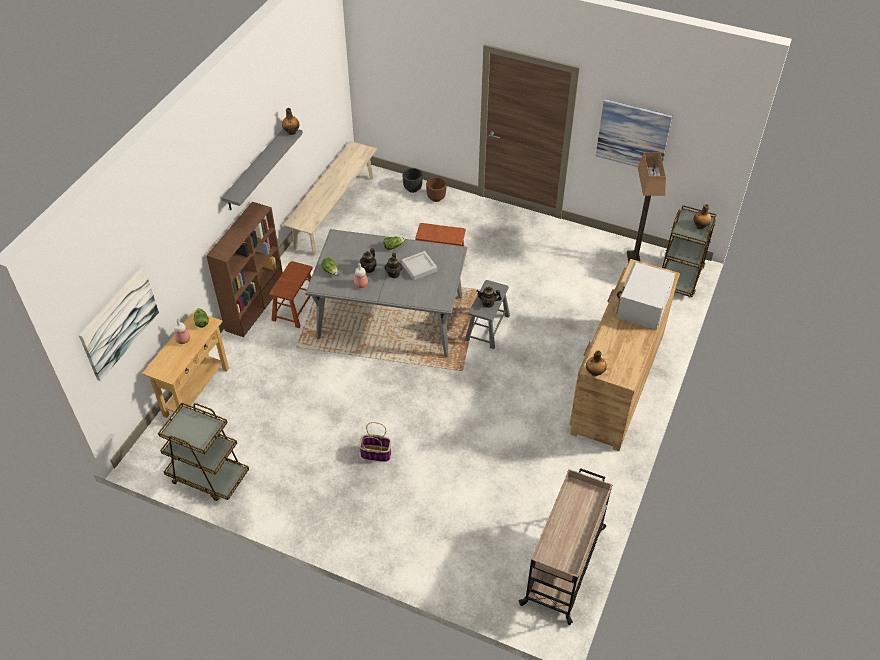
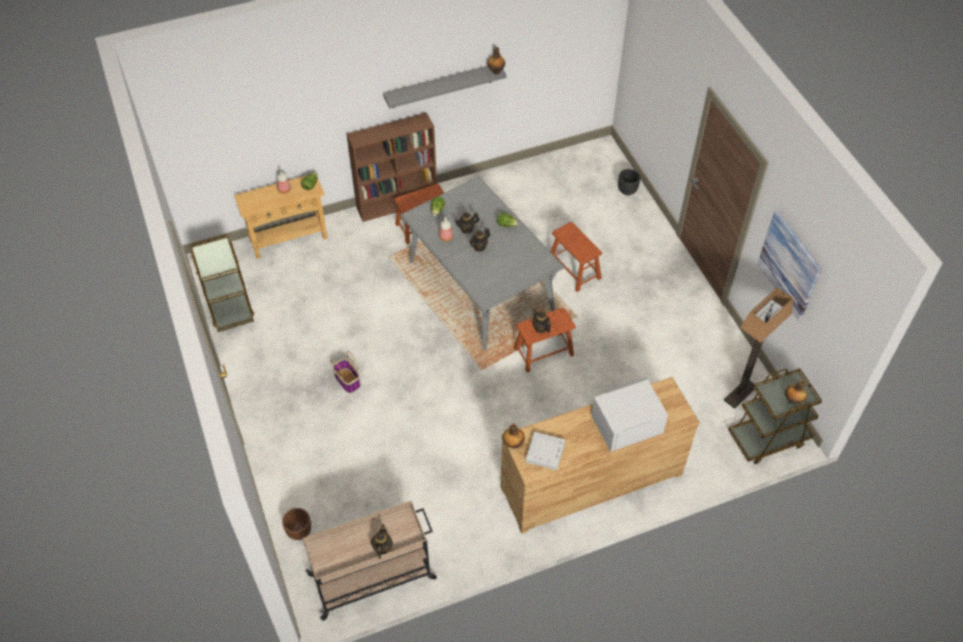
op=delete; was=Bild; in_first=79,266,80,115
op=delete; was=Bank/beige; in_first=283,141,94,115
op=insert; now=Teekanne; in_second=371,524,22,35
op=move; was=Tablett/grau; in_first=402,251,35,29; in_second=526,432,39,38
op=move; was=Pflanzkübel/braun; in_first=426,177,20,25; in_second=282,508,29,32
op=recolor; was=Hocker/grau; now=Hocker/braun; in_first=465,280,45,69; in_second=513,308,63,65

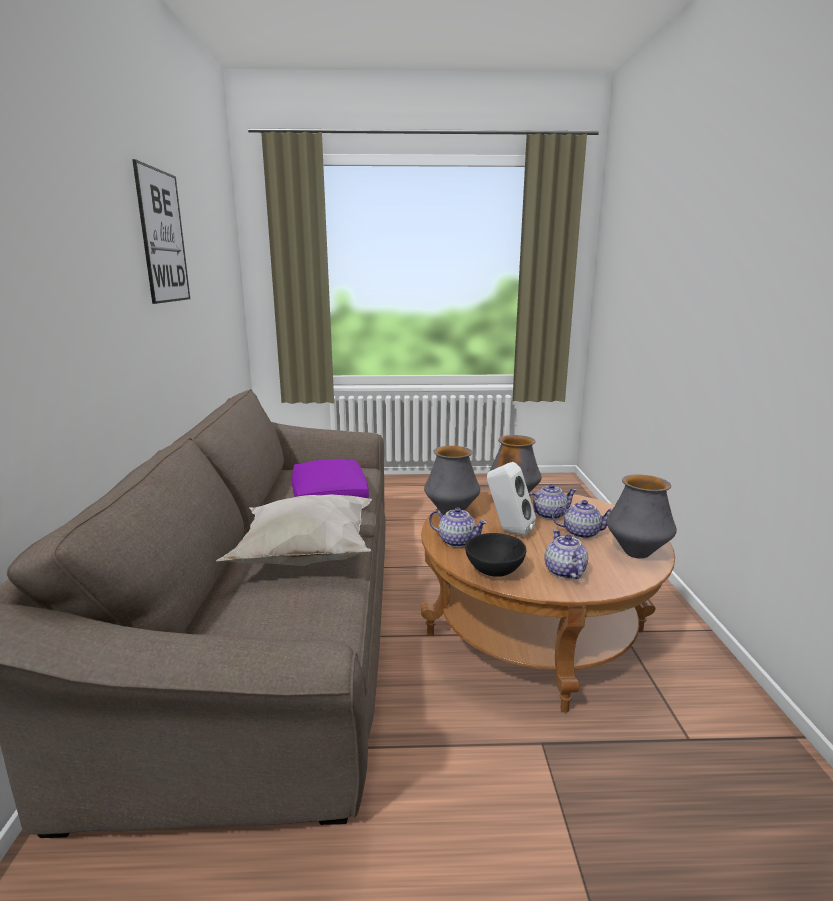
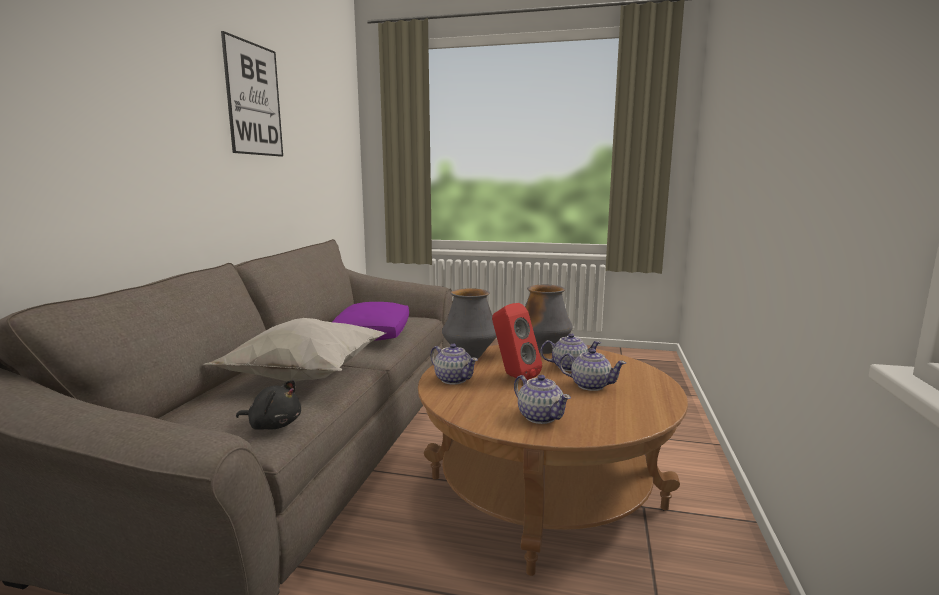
op=delete; was=Schüssel/schwarz; in_first=465,533,61,44
op=delete; was=Vase; in_first=606,475,71,84
op=insert; now=Plüschtier/schwarz; in_second=236,380,65,50
op=recolor; was=Lautsprecher/weiß; now=Lautsprecher/rot; in_first=487,462,49,74; in_second=492,303,50,77
op=rotate; was=Teekanne; in_first=544,529,44,50; in_second=514,375,57,49; clockwise=135

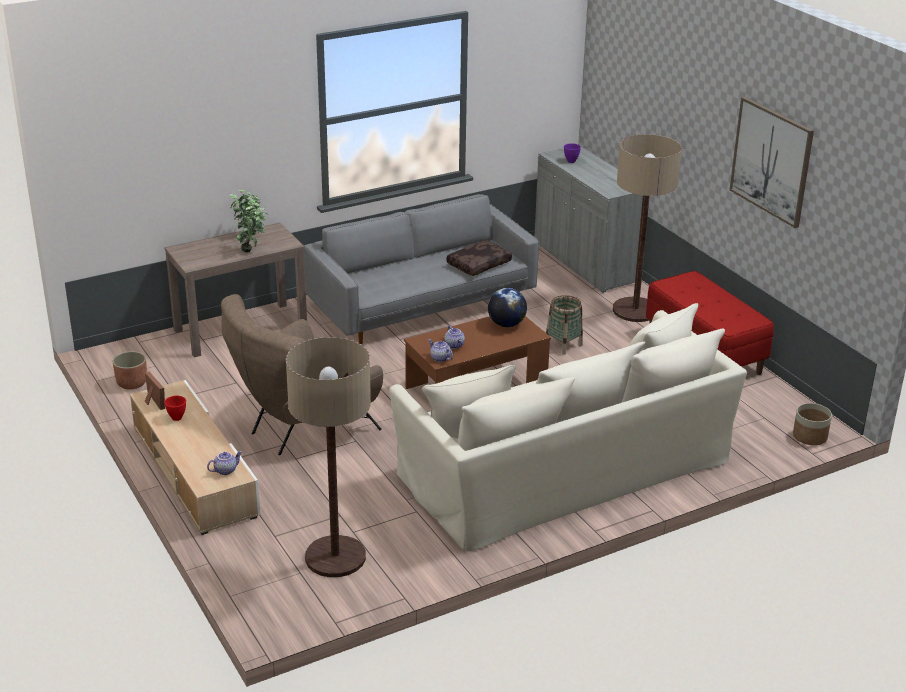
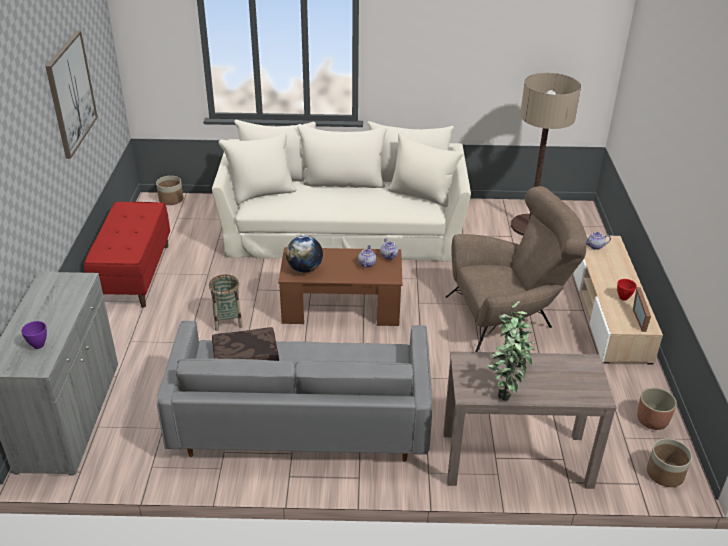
op=delete; was=Stehlampe; in_first=613,134,69,188
op=insert; now=Pflanzkübel; in_second=647,438,45,49

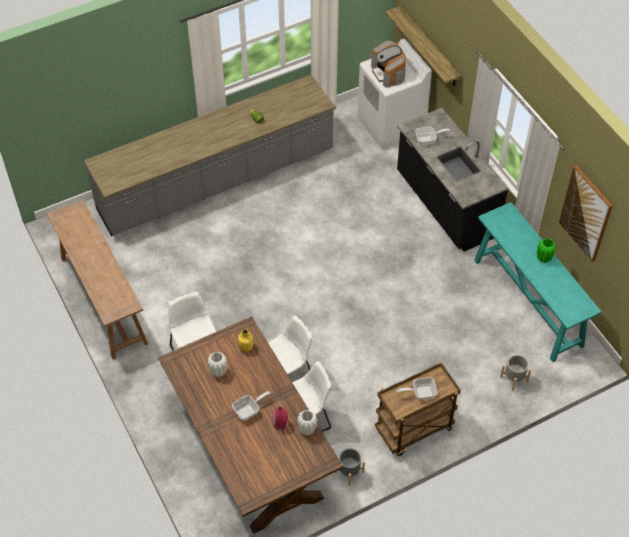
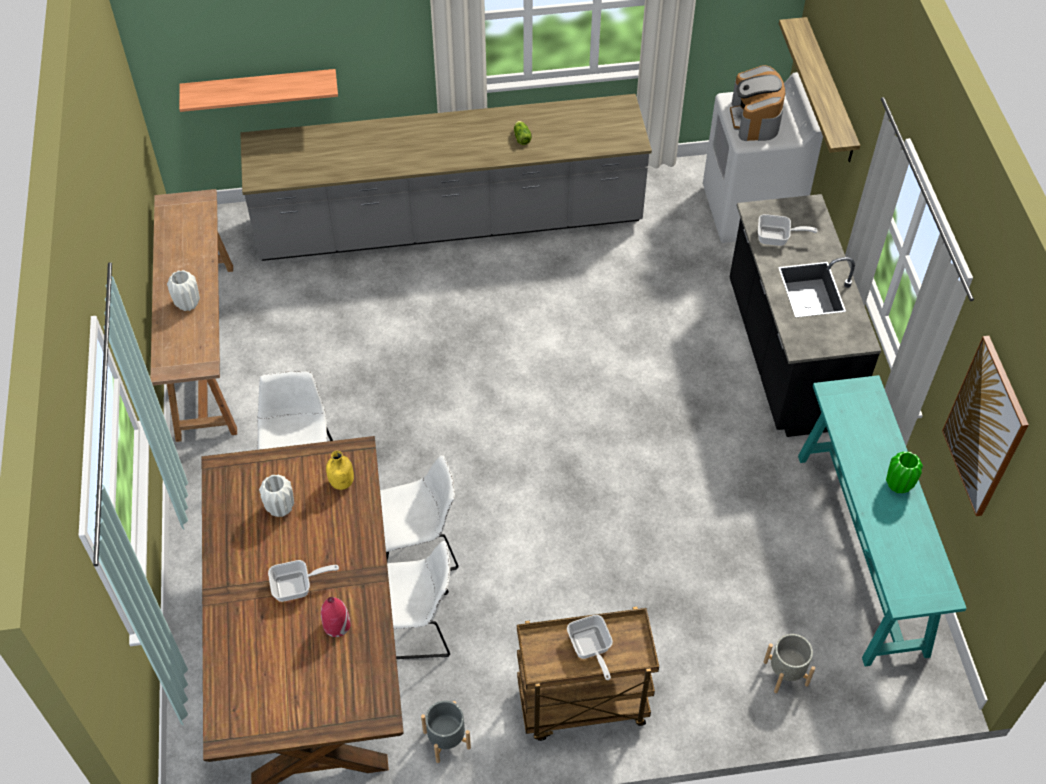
op=insert; now=Wandregal; in_second=179,69,159,43
op=move; was=Vase/weiß; in_first=297,410,20,25; in_second=167,270,33,41
op=rotate; was=Pfanne; in_first=397,377,40,23; in_second=567,615,46,65; clockwise=-120

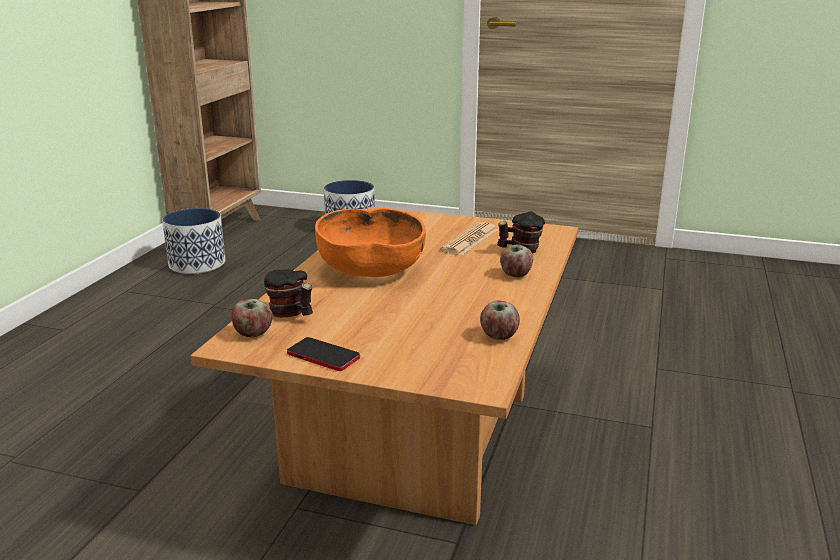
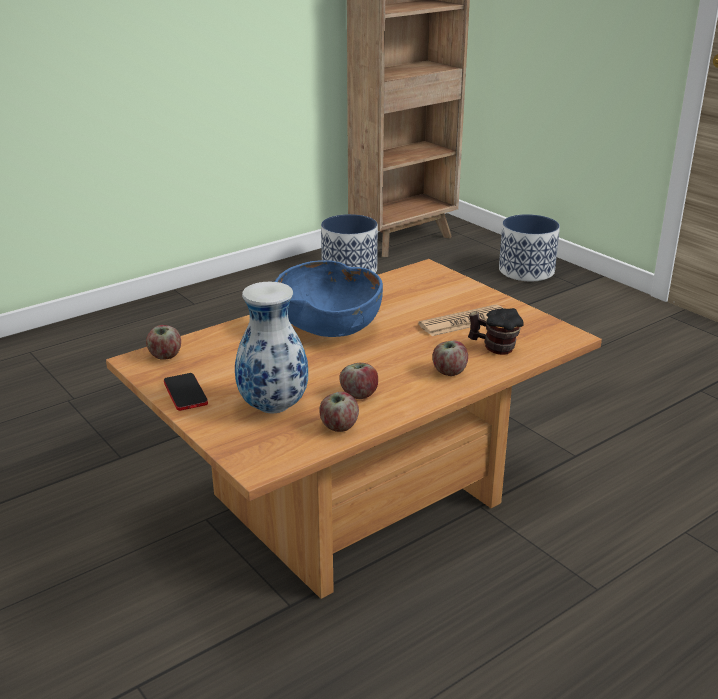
op=delete; was=Henkelbecher; in_first=264,269,49,49
op=insert; now=Vase; in_second=235,282,73,131
op=insert; now=Apfel; in_second=339,363,39,36
op=recolor; was=Schüssel/orange; now=Schüssel/blau; in_first=315,208,111,69; in_second=275,260,108,77

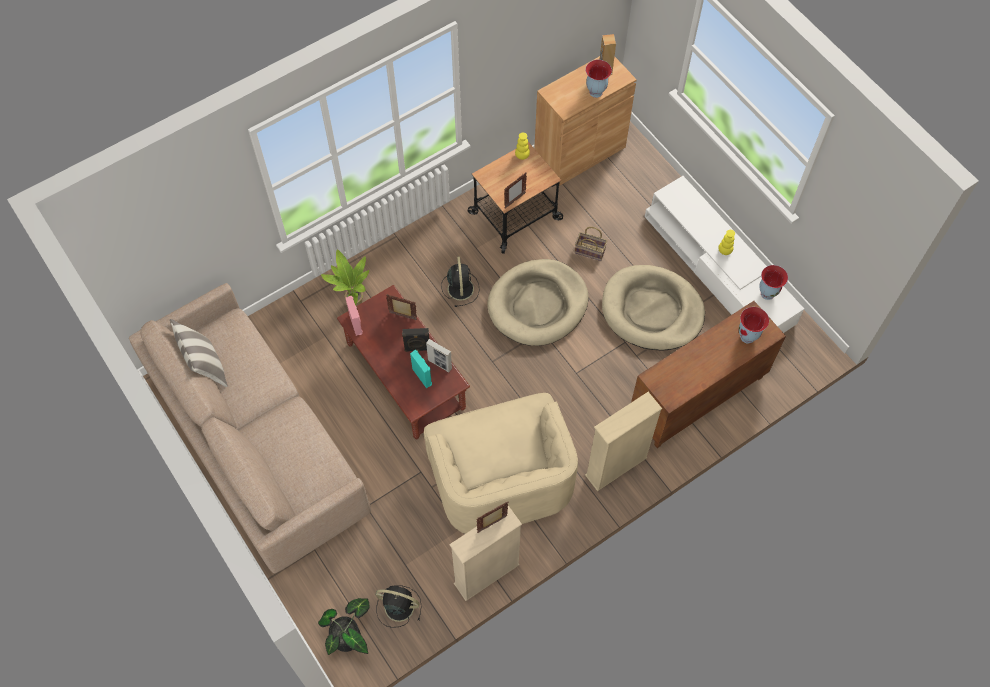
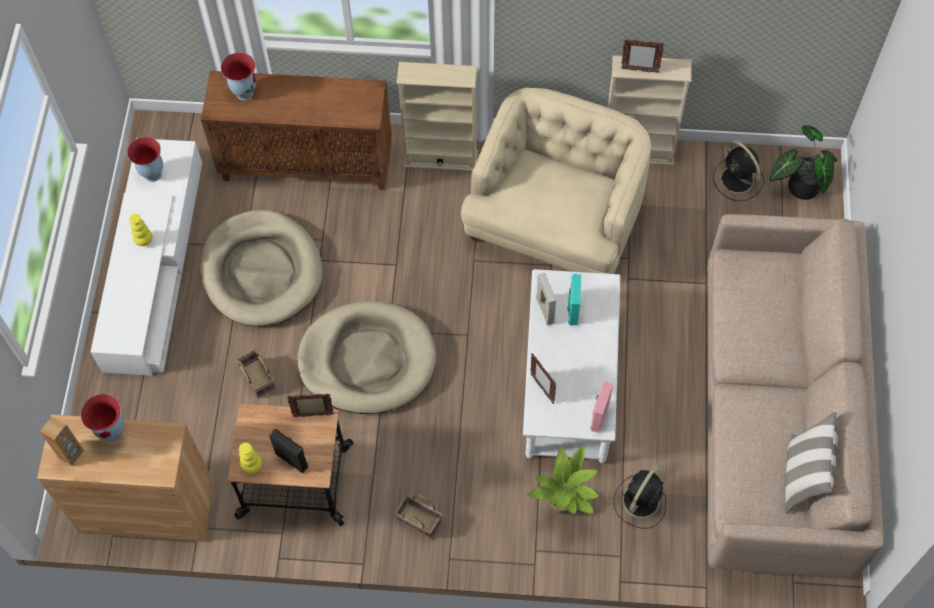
op=insert; now=Korb; in_second=395,494,47,45
op=move; was=Lautsprecher/schwarz; in_first=402,328,27,24; in_second=269,429,39,44
op=move; was=Ventilator/schwarz; in_first=441,257,38,50; in_second=613,463,53,66
op=recolor; was=Couchtisch/braun; now=Couchtisch/weiß; in_first=337,285,133,155; in_second=523,269,98,194

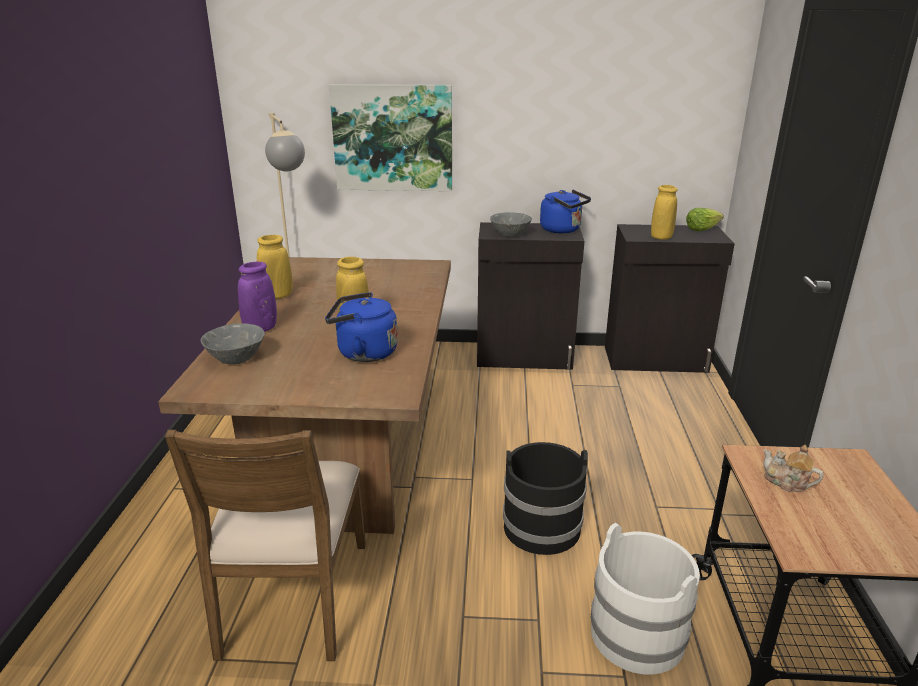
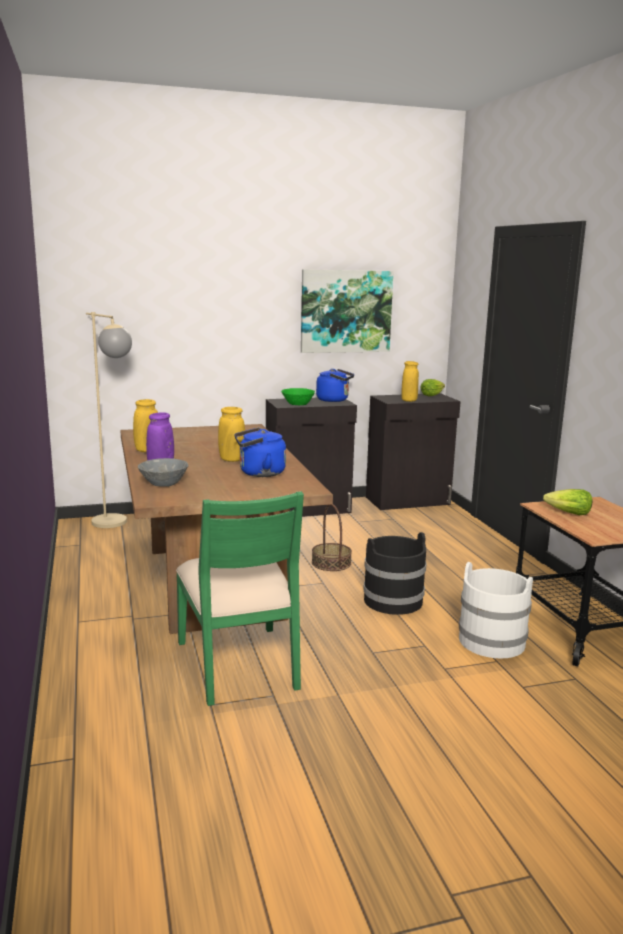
op=insert; now=Korb; in_second=312,504,40,67
op=move; was=Bild; in_first=329,84,123,107; in_second=301,269,93,84
op=replace; was=Teekanne; now=Salatkopf; in_first=763,445,60,47; in_second=543,489,49,26
op=recolor; was=Stuhl/braun; now=Stuhl/grün; in_first=165,430,201,231; in_second=176,491,128,215
op=recolor; was=Schüssel/grau; now=Schüssel/grün; in_first=490,212,42,25; in_second=281,388,34,17

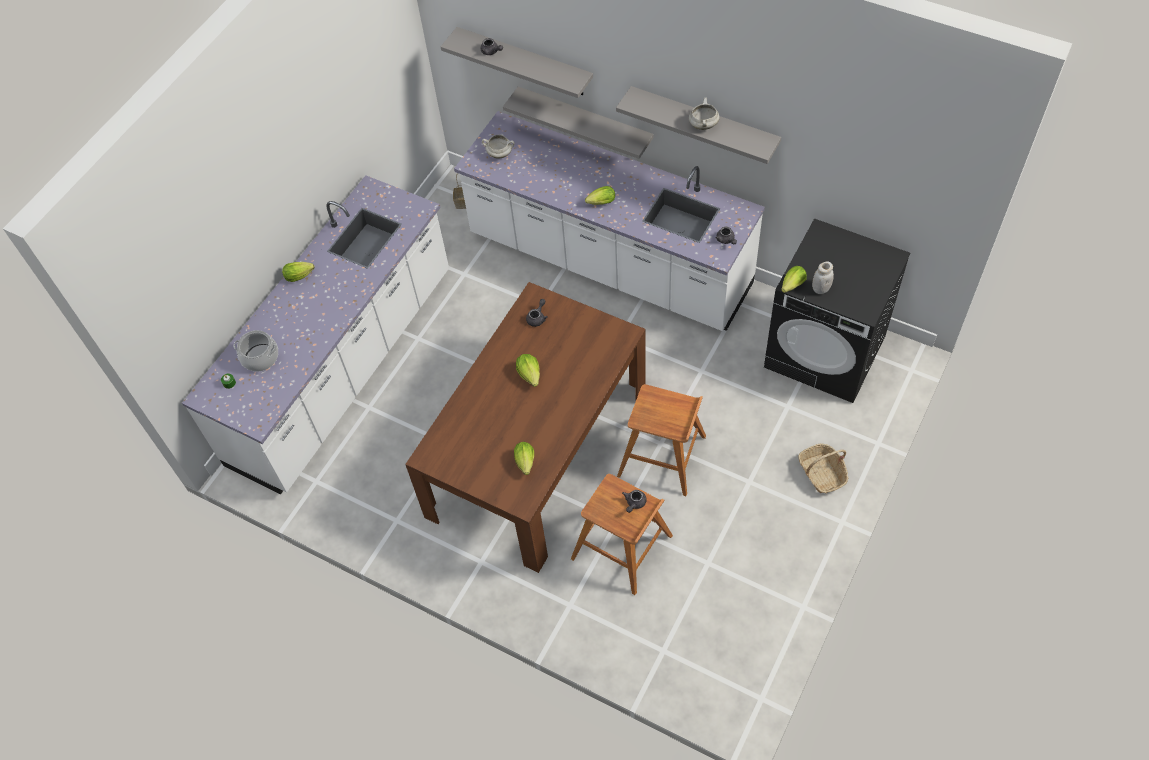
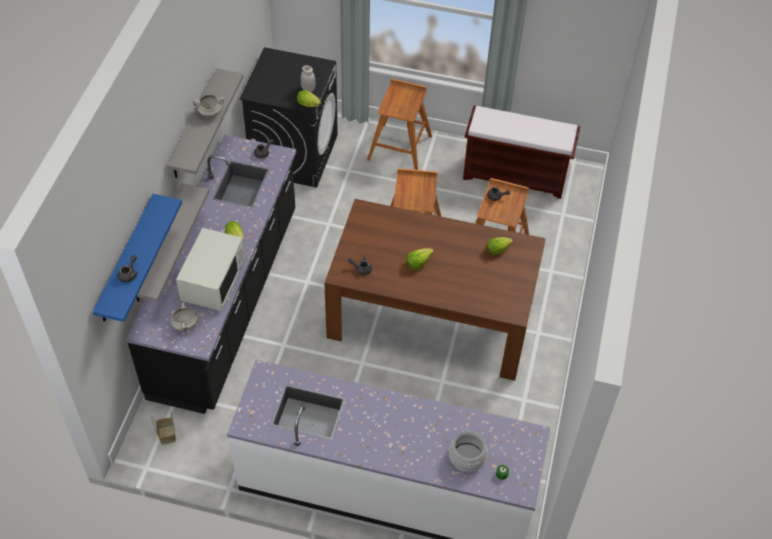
op=delete; was=Salatkopf; in_first=282,262,32,20
op=insert; now=Mikrowelle/weiß; in_second=176,228,70,83
op=insert; now=Bank/braun; in_second=463,106,117,93
op=replace; was=Korb; now=Hocker/braun; in_first=798,443,50,50; in_second=367,79,65,91
op=recolor; was=Wandregal/grau; now=Wandregal/blau; in_first=441,27,152,71; in_second=92,194,90,128
op=recolor; was=Küchenzeile/weiß; now=Küchenzeile/schwarz; in_first=454,111,311,220; in_second=126,135,171,279

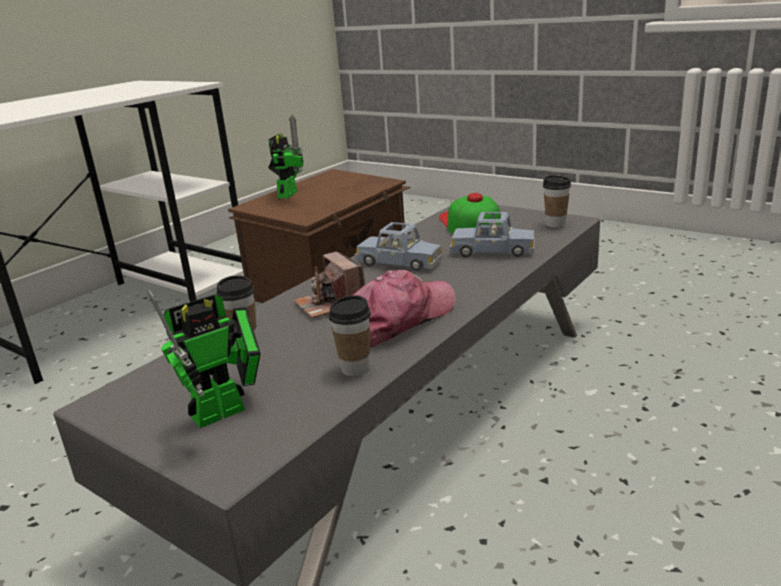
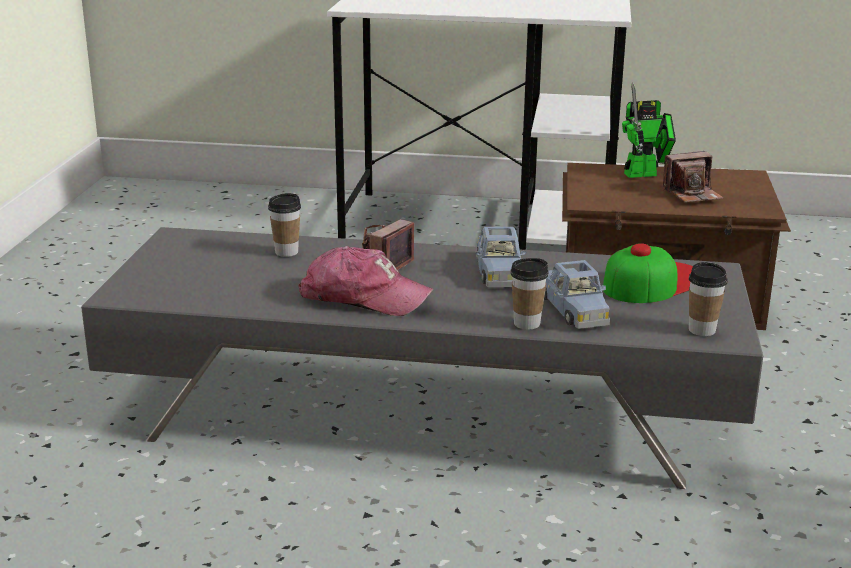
op=delete; was=Spielzeugroboter; in_first=147,289,114,139
op=insert; now=Kamera; in_second=663,151,60,51
op=move; was=Tasse; in_first=329,295,42,81; in_second=511,258,38,72

